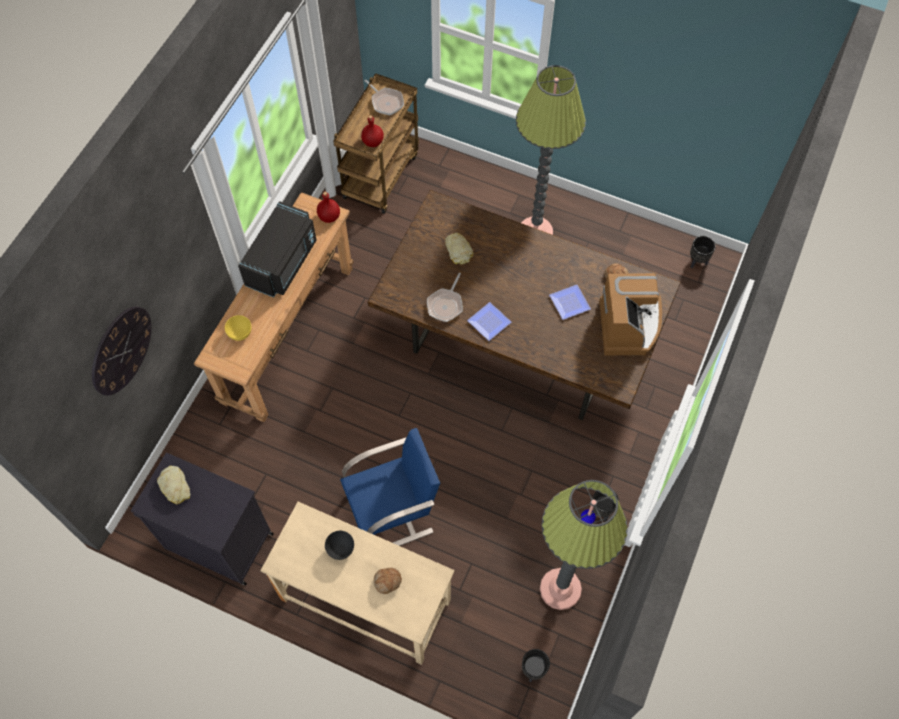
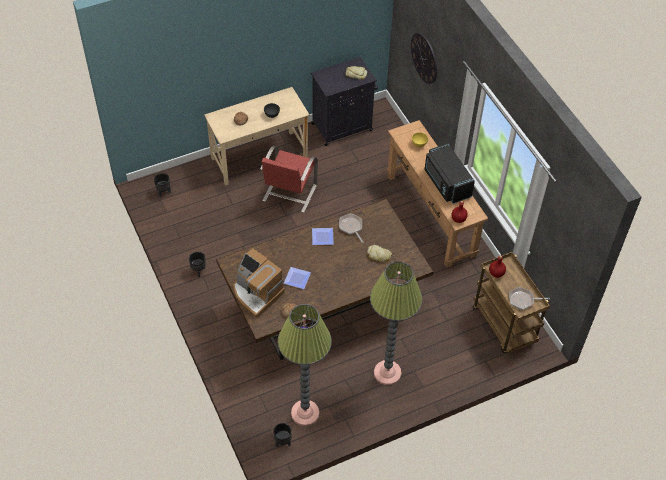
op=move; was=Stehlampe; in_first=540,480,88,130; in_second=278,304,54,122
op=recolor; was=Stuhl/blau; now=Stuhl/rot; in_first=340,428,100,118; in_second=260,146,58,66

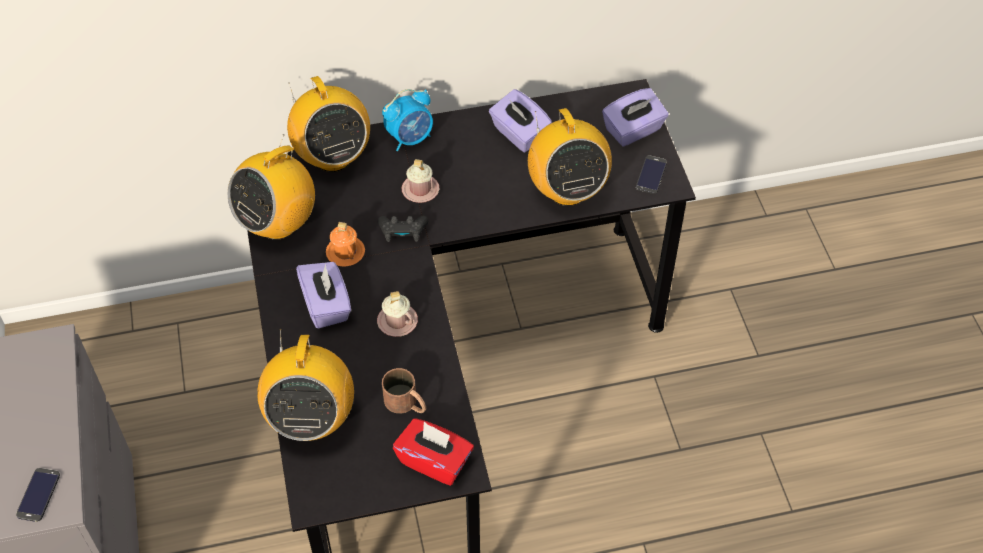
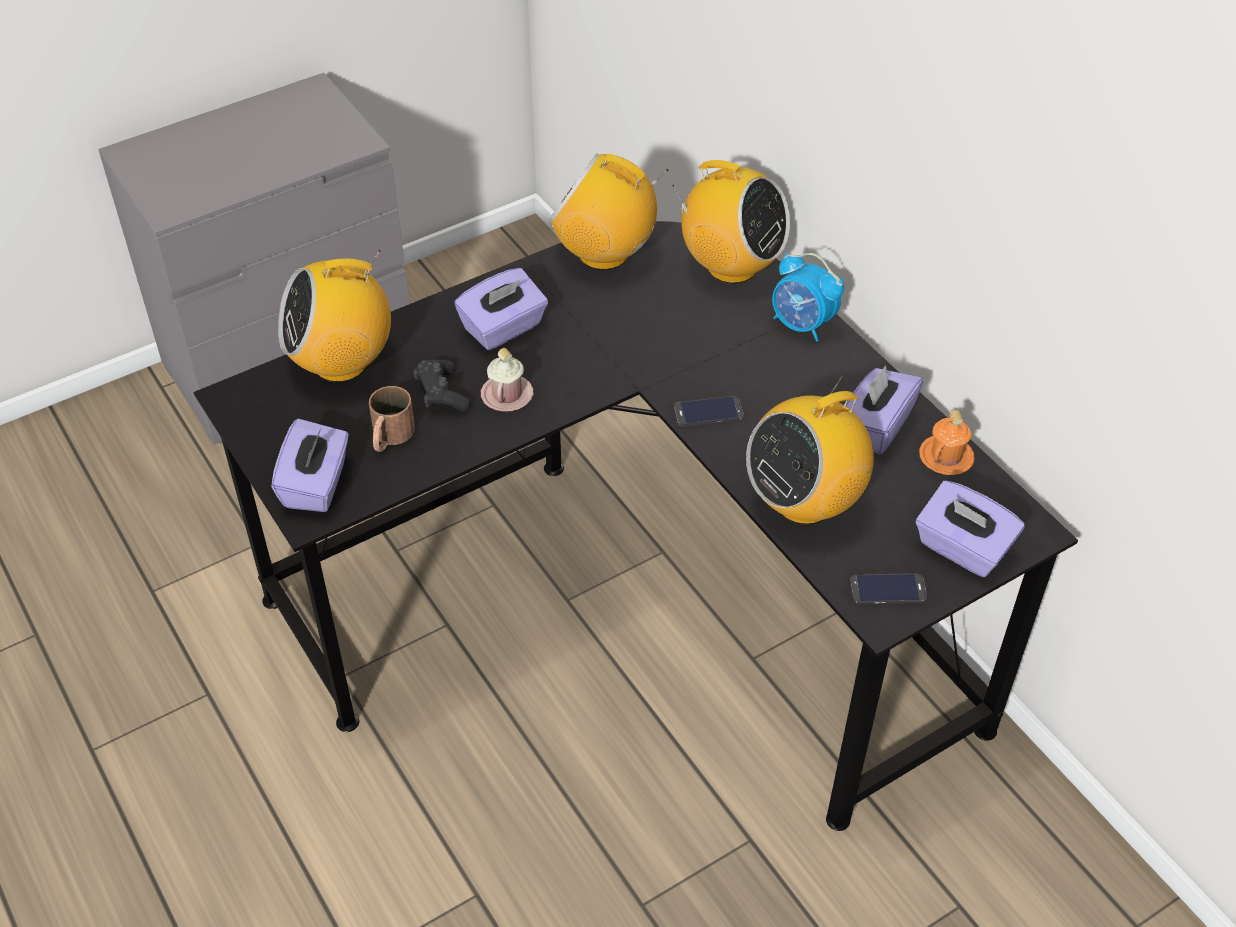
op=delete; was=Henkelbecher/rosa; in_first=402,159,37,44
op=move; was=Handy; in_first=16,468,44,54; in_second=674,396,69,31
op=move; was=Henkelbecher/orange; in_first=326,222,39,45; in_second=919,410,56,65
op=move; was=Gamepad/schwarz; in_first=378,216,50,26; in_second=414,359,57,53
op=recolor; was=Taschentuchbox/rot; now=Taschentuchbox/lila; in_first=393,418,81,68; in_second=271,419,78,93
op=rotate; was=Radio; in_first=287,76,83,96; in_second=672,160,118,124; clockwise=-105

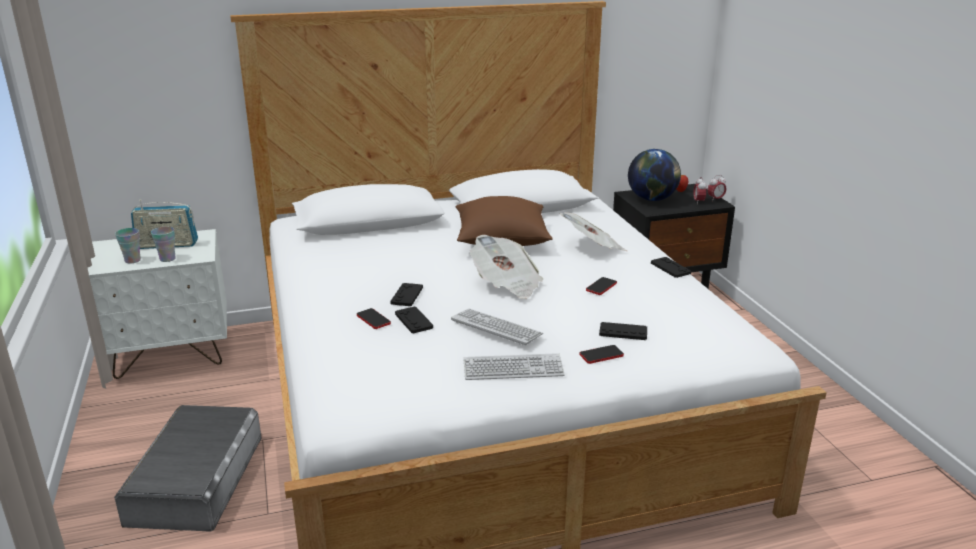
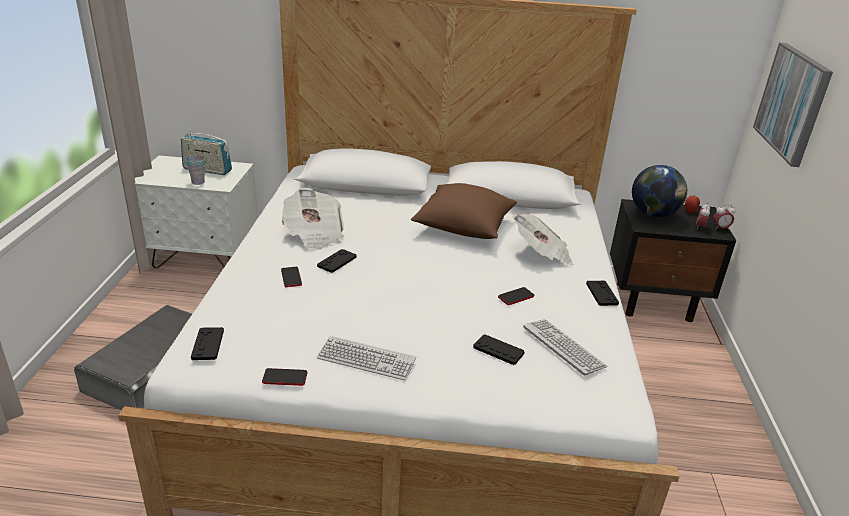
op=delete; was=Tasse; in_first=115,228,26,36
op=insert; now=Bild; in_second=753,43,80,124
op=move; was=Gamepad/schwarz; in_first=395,306,38,27; in_second=191,327,33,33
op=move; was=Tastatur; in_first=451,309,92,36; in_second=523,319,85,57
op=move; was=Zeitung; in_first=470,235,73,64; in_second=282,188,62,63
op=move; was=Handy; in_first=580,345,44,19; in_second=262,368,46,18

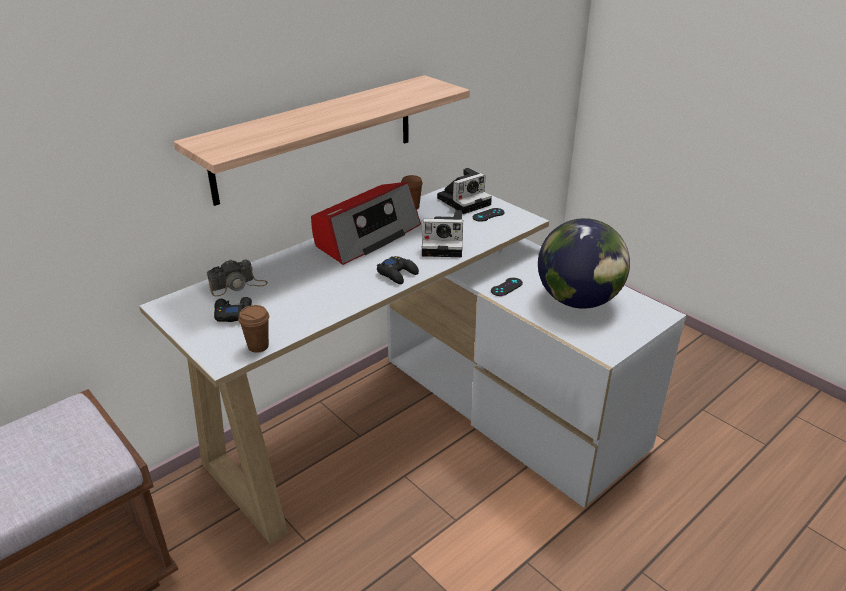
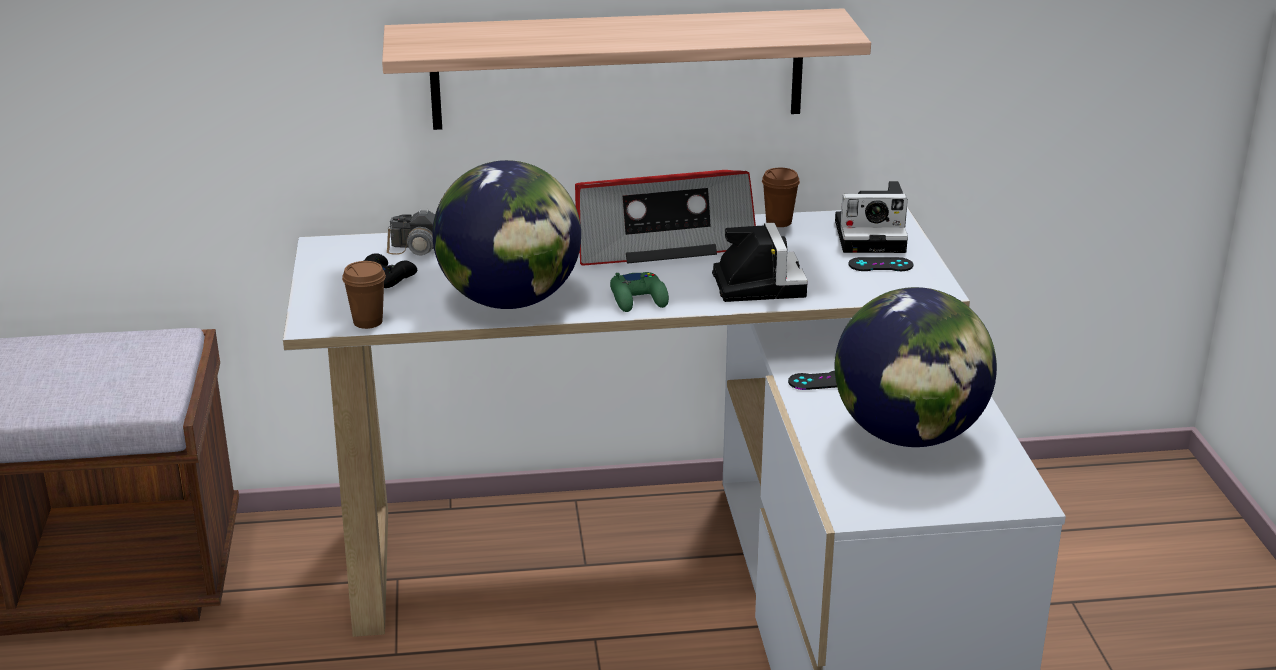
op=insert; now=Globus; in_second=433,160,148,149
op=recolor; was=Gamepad/schwarz; now=Gamepad/grün; in_first=377,256,42,28; in_second=610,272,59,40
op=rotate; was=Kamera; in_first=422,210,41,47; in_second=712,223,96,79; clockwise=-135

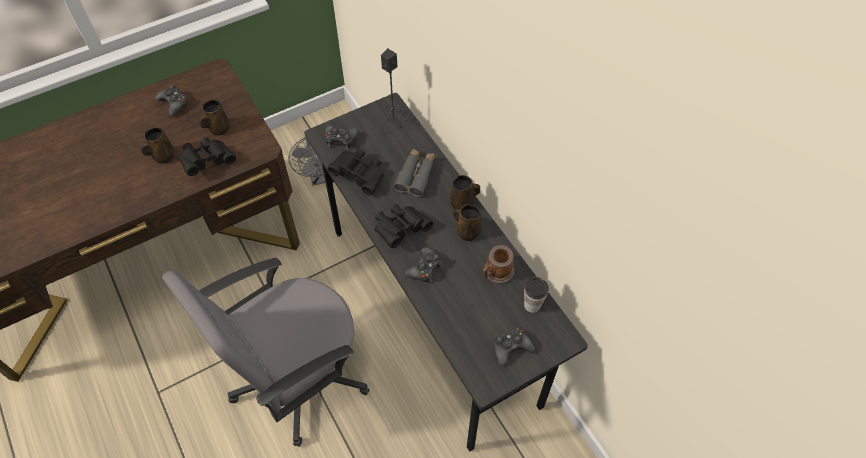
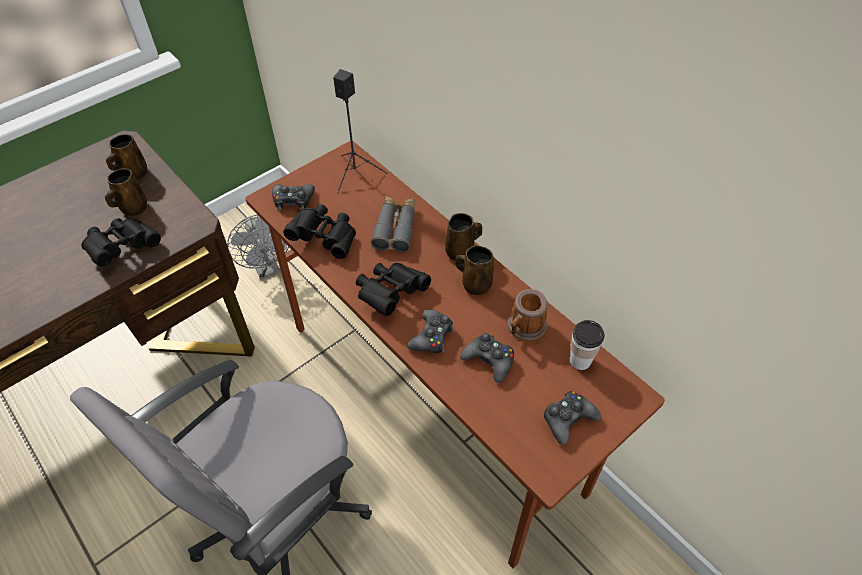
op=move; was=Henkelbecher/braun; in_first=140,127,34,37; in_second=106,134,41,46
op=move; was=Gamepad/schwarz; in_first=156,85,33,31; in_second=460,333,54,50
op=recolor; was=Schreibtisch/grau; now=Schreibtisch/braun; in_first=304,93,284,359; in_second=245,141,420,427

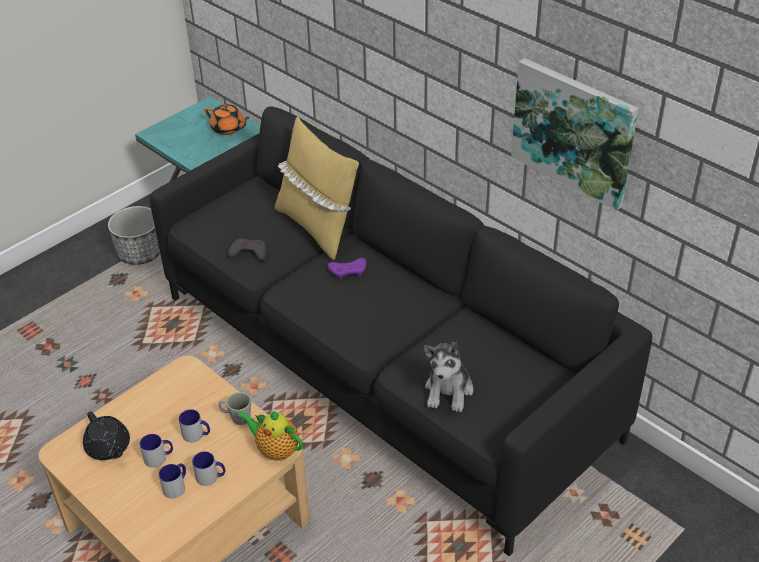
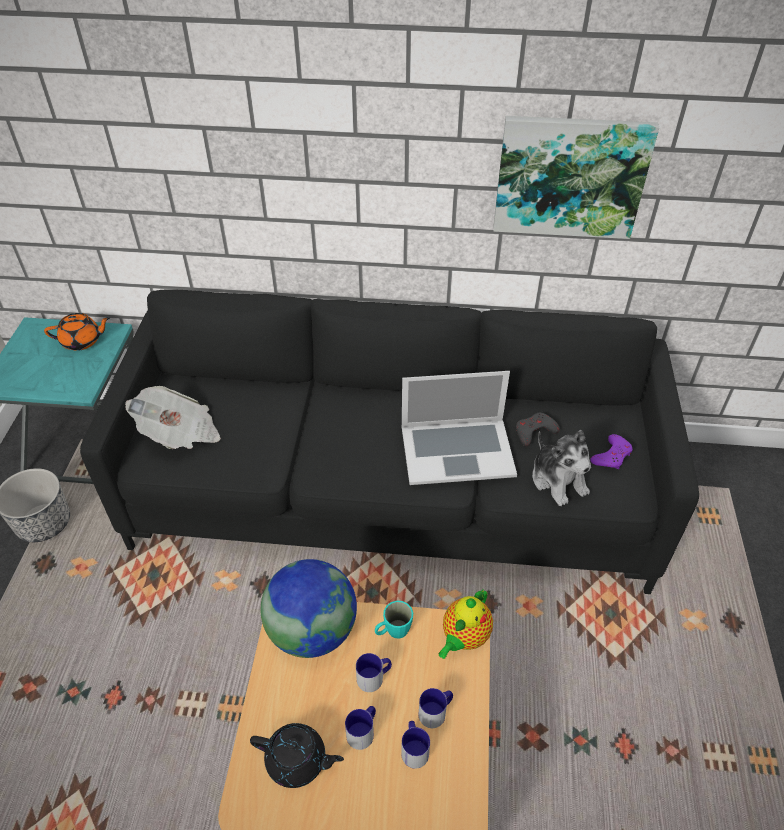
op=delete; was=Kissen/gelb; in_first=275,116,84,144
op=insert; now=Zeitung; in_second=125,386,96,63
op=insert; now=Globus; in_second=261,559,96,99
op=insert; now=Laptop; in_second=402,371,115,114
op=move; was=Gamepad/grau; in_first=228,238,38,23; in_second=516,413,44,33
op=move; was=Gamepad/lila; in_first=327,258,40,22; in_second=590,434,43,36
op=recolor; was=Henkelbecher/grau; now=Henkelbecher/türkis; in_first=218,392,33,33; in_second=375,601,38,37
op=rotate; was=Teekanne; in_first=238,410,65,51; in_second=439,589,54,70; clockwise=-45

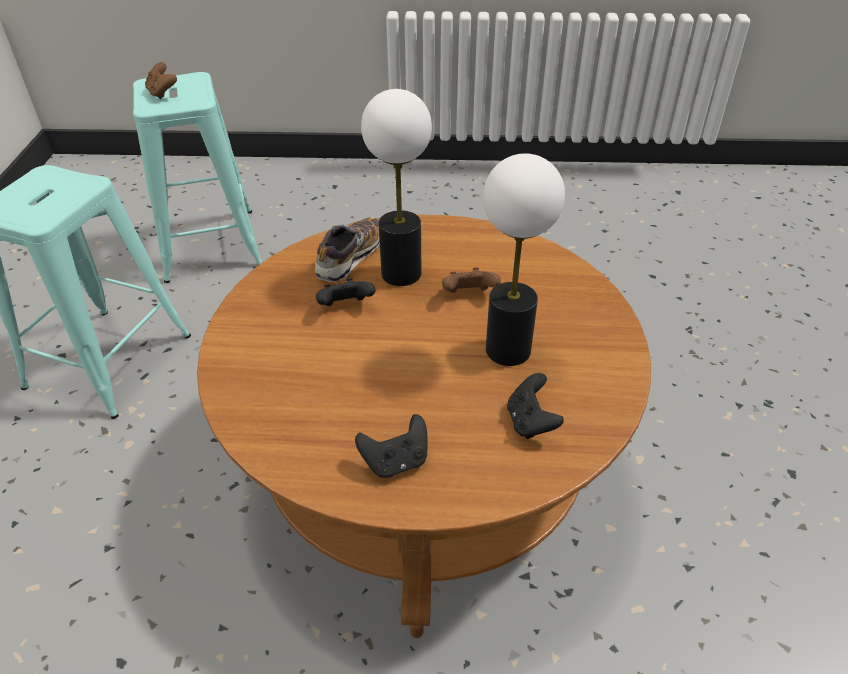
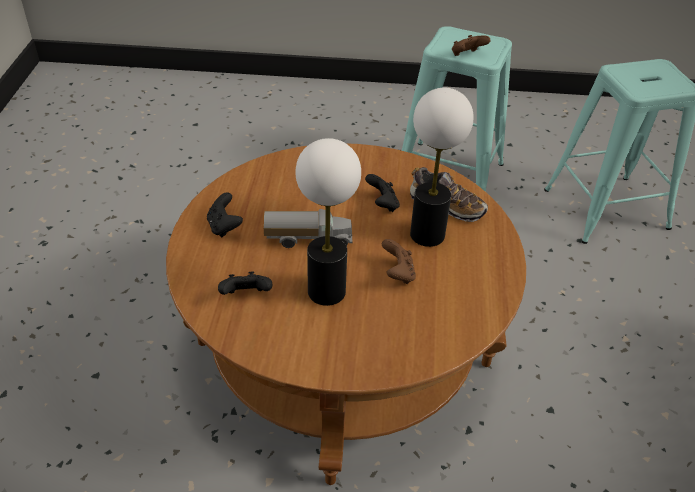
op=insert; now=Spielzeuglaster; in_second=264,209,88,39
op=move; was=Gamepad/braun; in_first=145,62,32,37; in_second=452,35,38,21

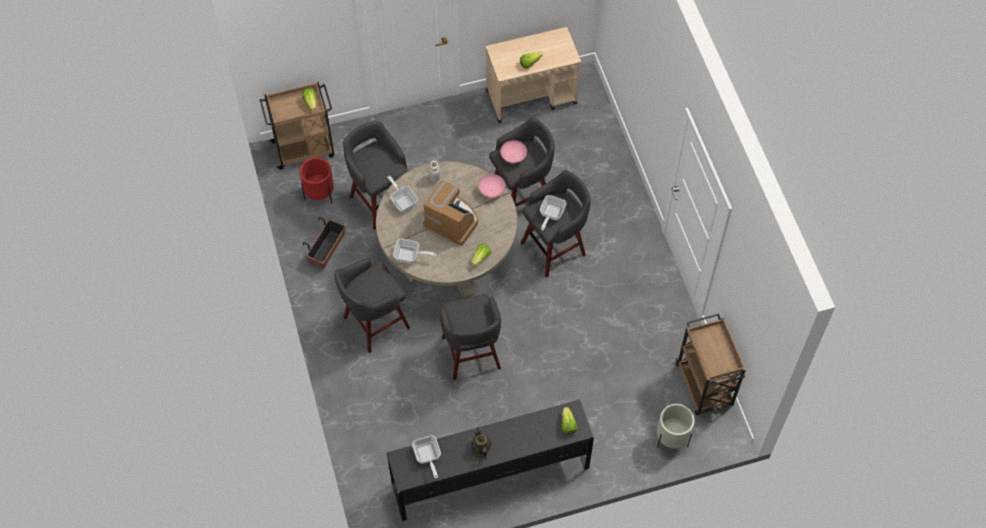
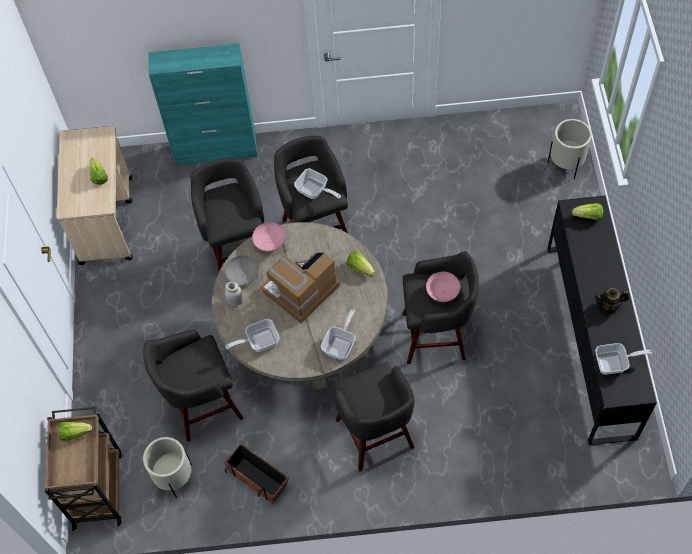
op=delete; was=Rollwagen/braun; in_first=676,314,70,101
op=insert; now=Schrank/türkis; in_second=148,43,109,122
op=insert; now=Schüssel/grau; in_second=225,255,34,31
op=move; was=Schüssel/rosa; in_first=500,140,27,23; in_second=426,272,34,30
op=recolor; was=Pflanzkübel/rot; now=Pflanzkübel/beige; in_first=300,157,34,47; in_second=143,437,49,61

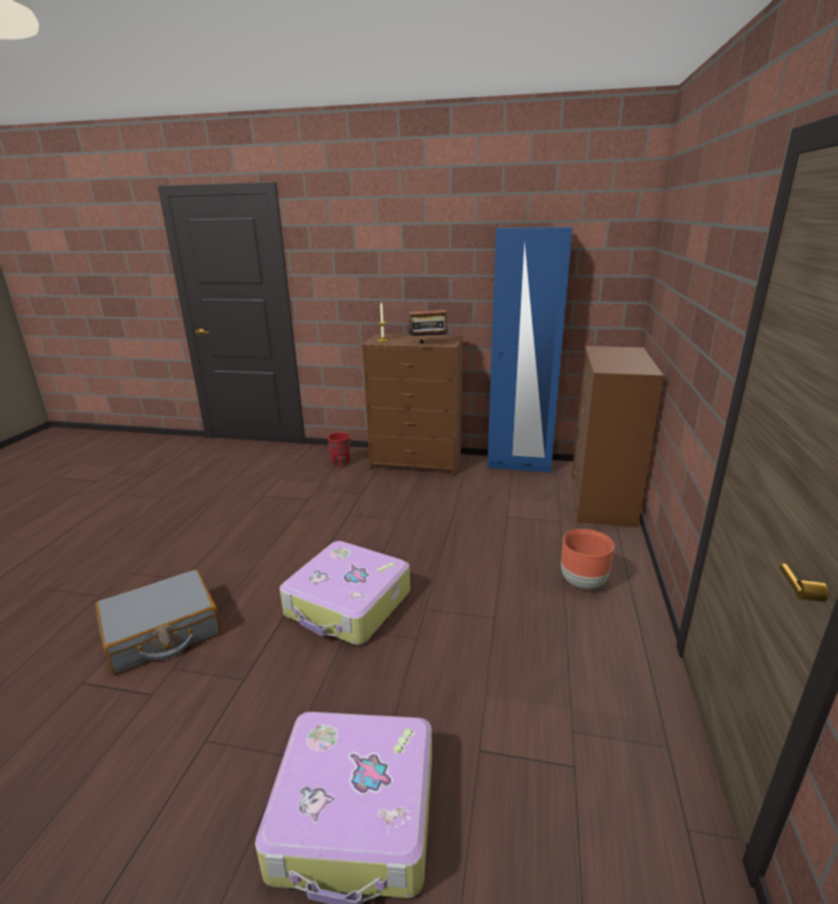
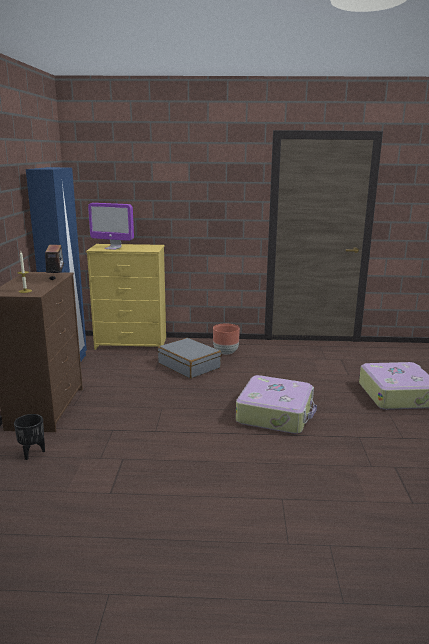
op=insert; now=Monitor; in_second=88,203,46,47
op=move; was=Koffer/grau; in_first=95,569,127,106; in_second=158,338,63,40
op=recolor; was=Pflanzkübel/rot; now=Pflanzkübel/schwarz; in_first=327,432,23,36; in_second=14,414,31,46
op=recolor; was=Kommode/braun; now=Kommode/gelb; in_first=572,346,92,181; in_second=86,244,80,106

